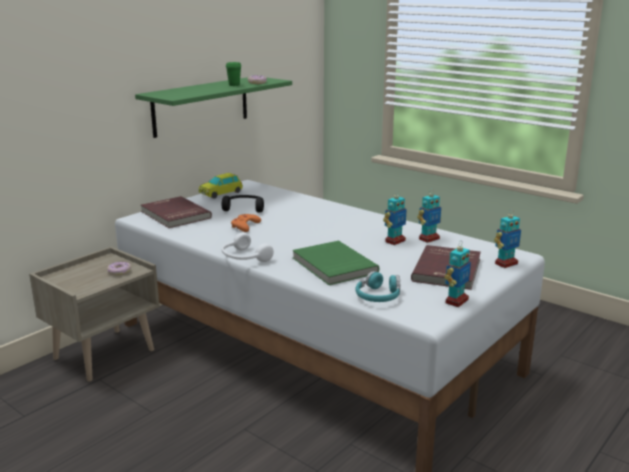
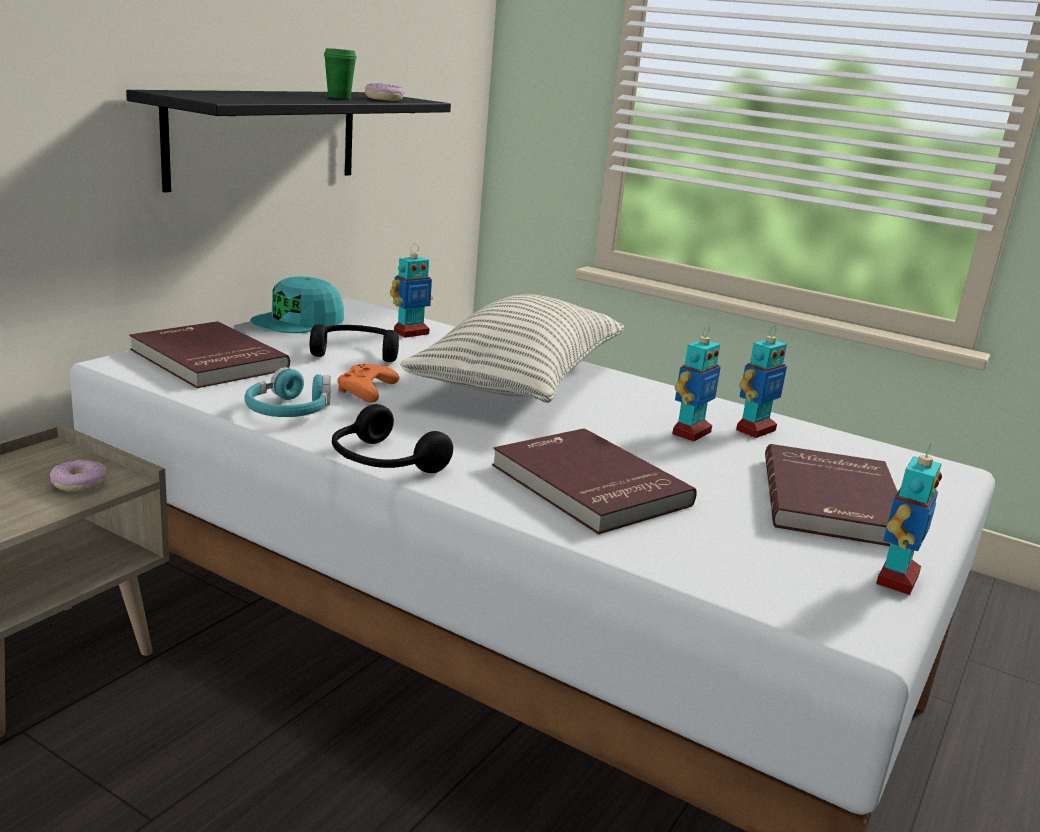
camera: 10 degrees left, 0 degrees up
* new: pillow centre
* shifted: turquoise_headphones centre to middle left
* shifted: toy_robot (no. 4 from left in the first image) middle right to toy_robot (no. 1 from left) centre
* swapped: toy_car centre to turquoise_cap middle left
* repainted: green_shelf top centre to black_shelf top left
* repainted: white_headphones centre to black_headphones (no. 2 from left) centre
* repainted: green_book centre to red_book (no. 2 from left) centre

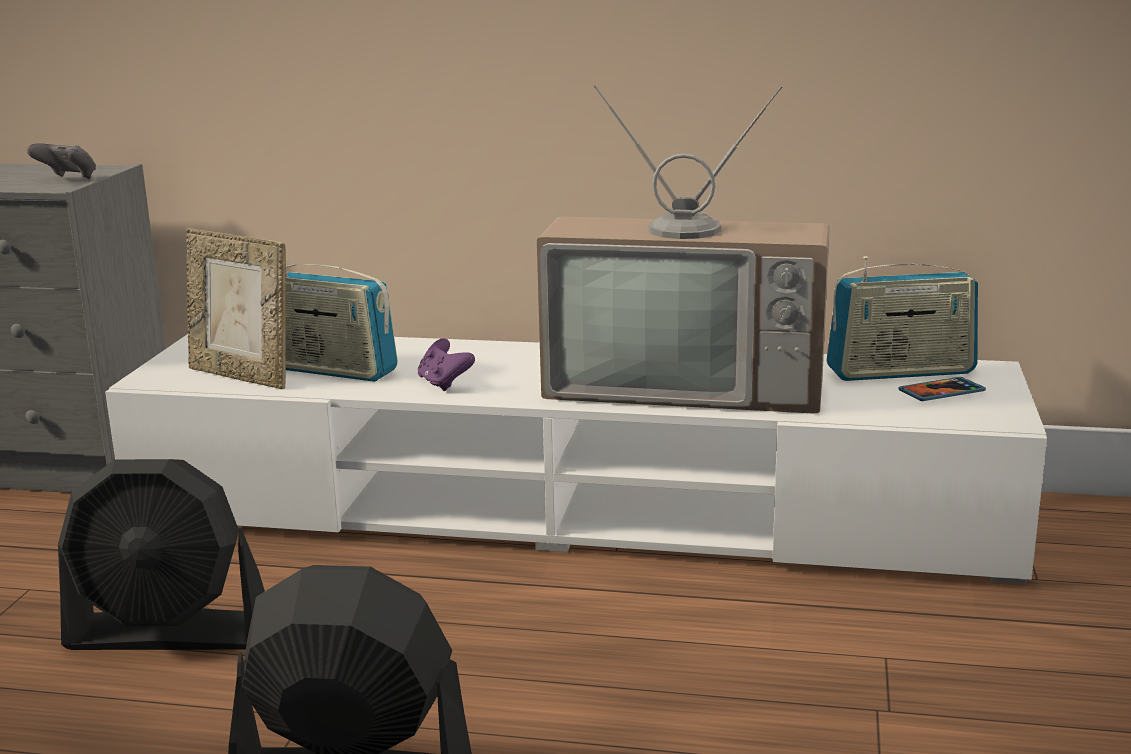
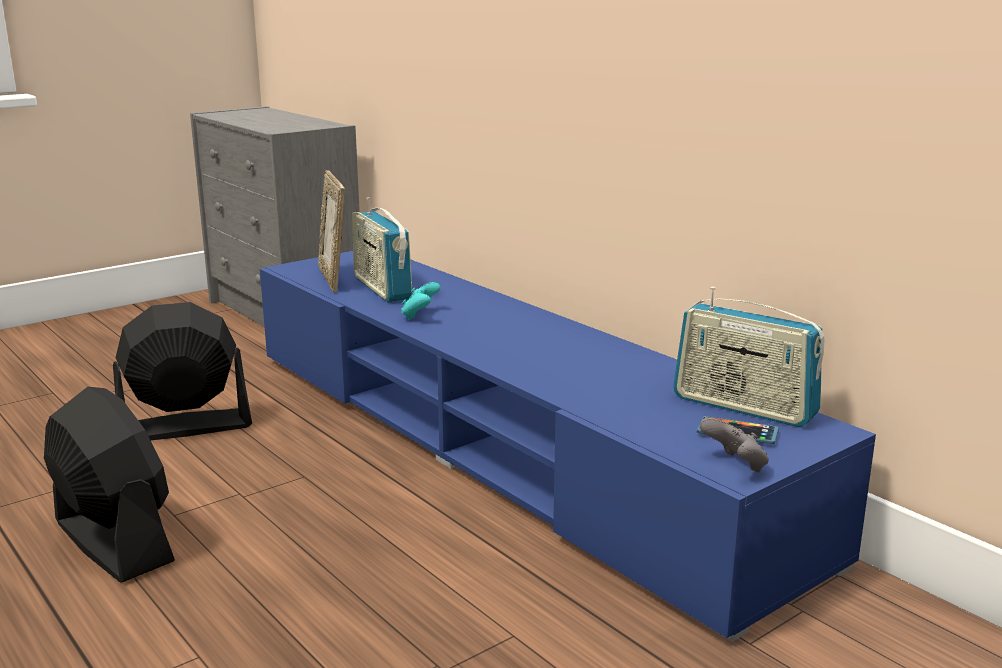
camera: 40 degrees right, 0 degrees up
* gone: television top centre
* shifted: grey_game_controller top left to middle right
* repainted: white_tv_stand centre to blue_tv_stand bottom centre
* repainted: purple_game_controller centre to turquoise_game_controller centre
* rotated: black_fan (no. 1 from left in the first image) bottom left = middle left 120 degrees clockwise

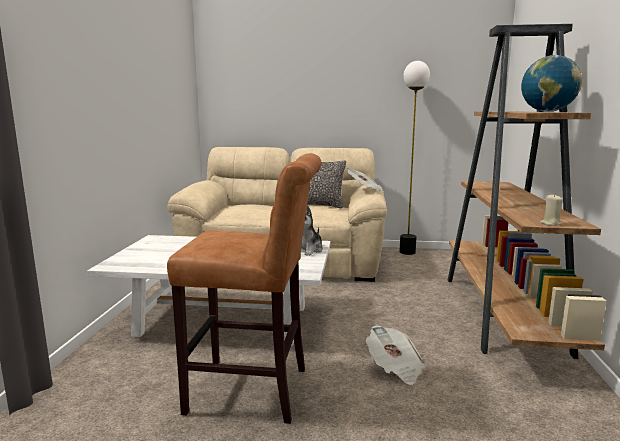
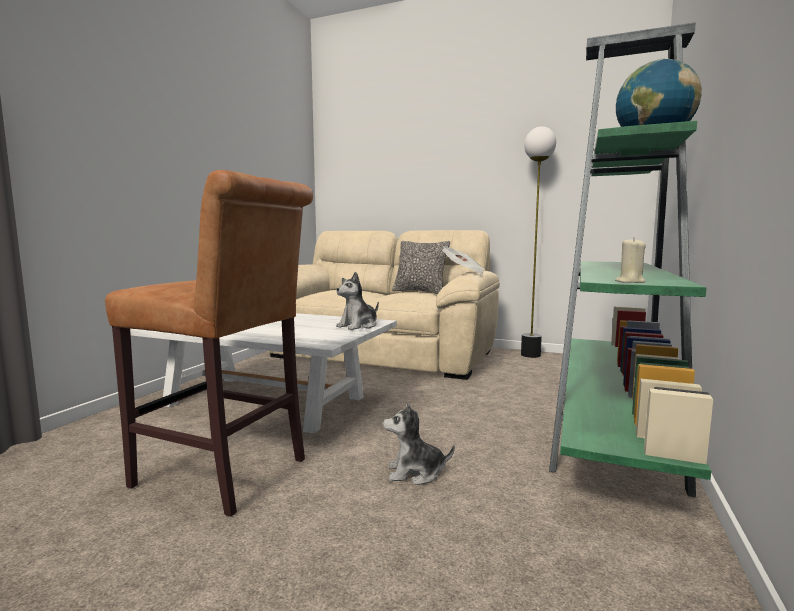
camera: 15 degrees right, 5 degrees down
* swapped: newspaper (no. 2 from left) bottom centre to plush_toy (no. 2 from left) bottom centre
* repainted: brown_bookcase middle right to green_bookcase middle right

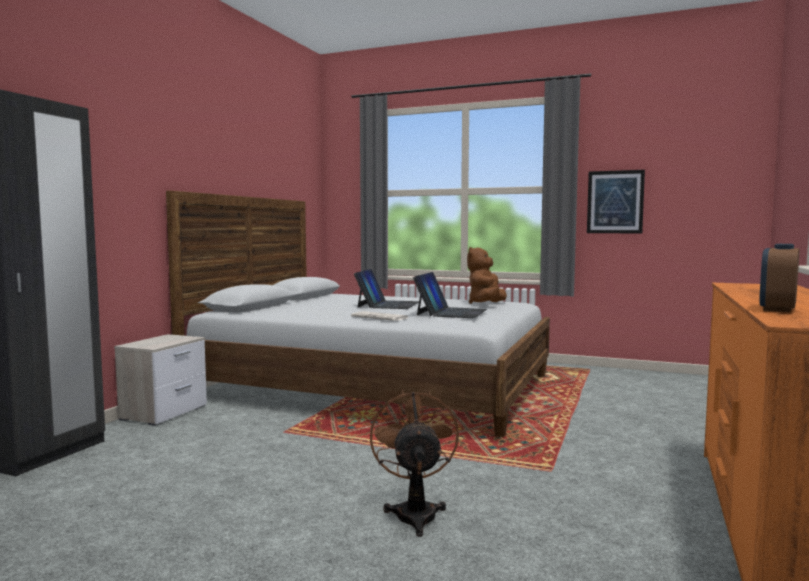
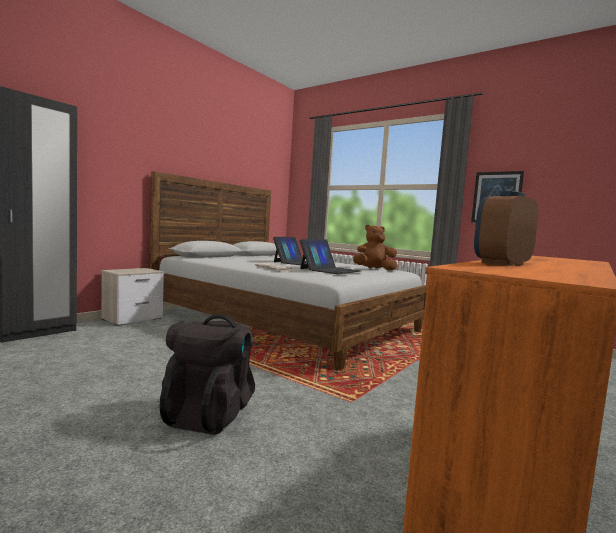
camera: 15 degrees right, 0 degrees up
* swapped: brown_fan bottom centre to black_backpack bottom centre
* rotated: brown_plush_toy centre = centre 45 degrees clockwise

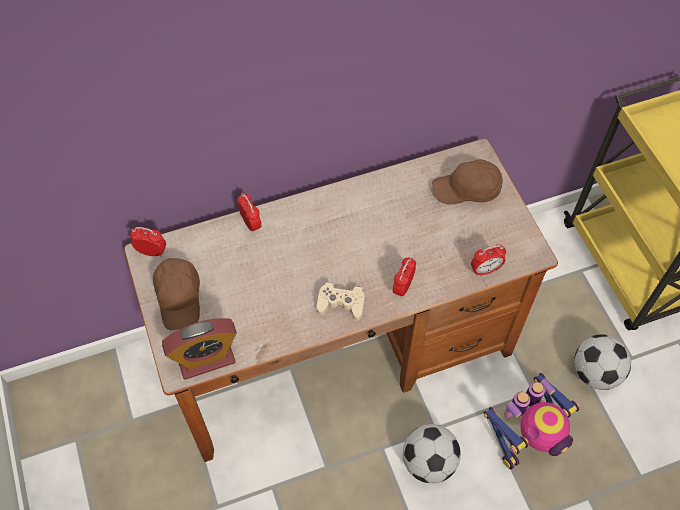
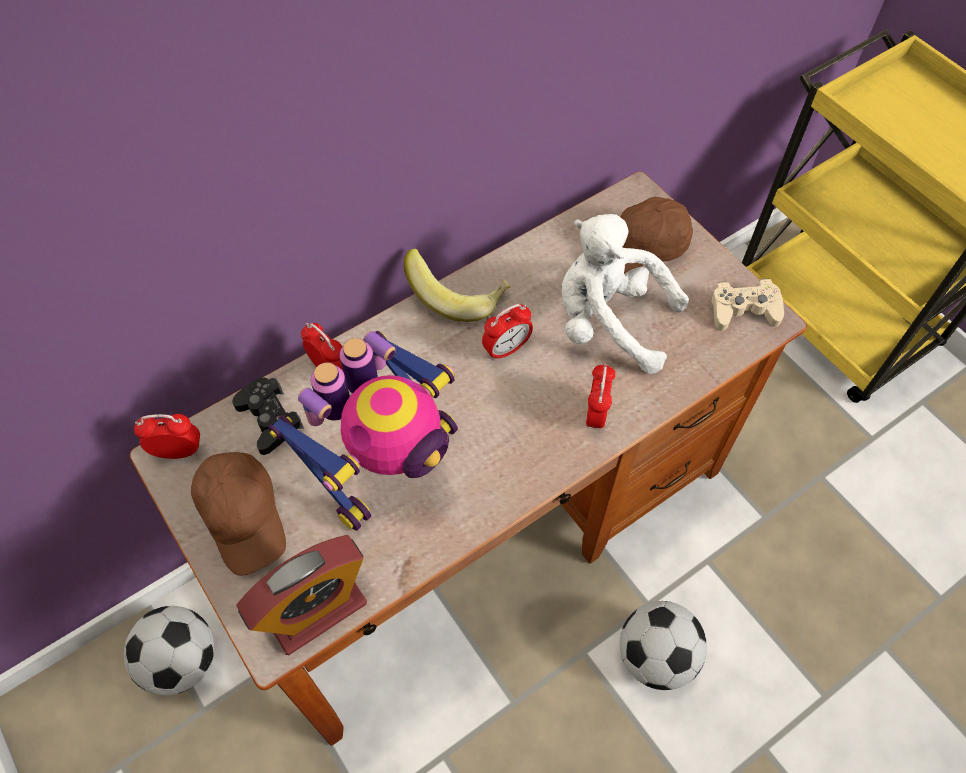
camera: 15 degrees left, 0 degrees up
* new: black_game_controller middle left
* new: banana centre
* new: white_plush_toy centre
* shifted: beige_game_controller centre to middle right
* shifted: alarm_clock (no. 5 from left in the first image) middle right to alarm_clock (no. 4 from left) centre
* shifted: toy_robot bottom right to centre
* shifted: football (no. 2 from left in the first image) bottom right to football (no. 1 from left) bottom left

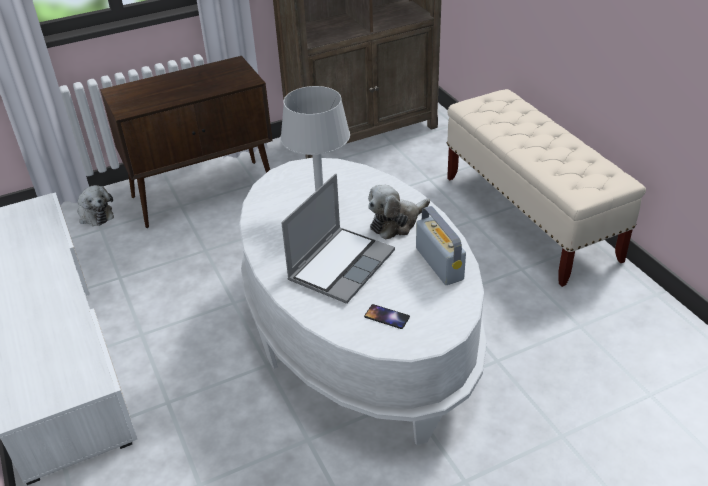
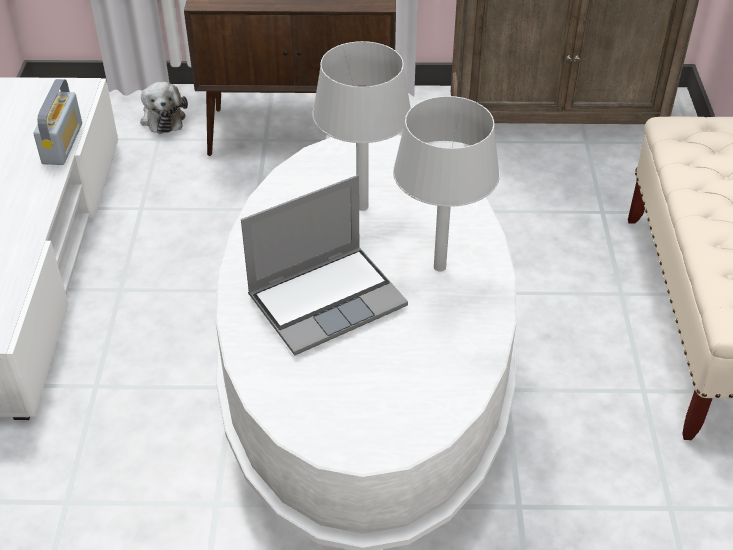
camera: 25 degrees right, 5 degrees up
* gone: phone centre
* shifted: radio centre to top left
* swapped: plush_toy (no. 2 from left) centre to grey_table_lamp (no. 2 from left) centre

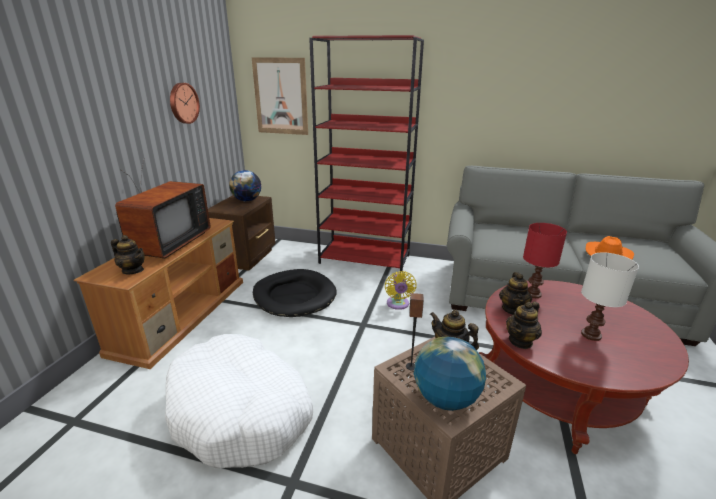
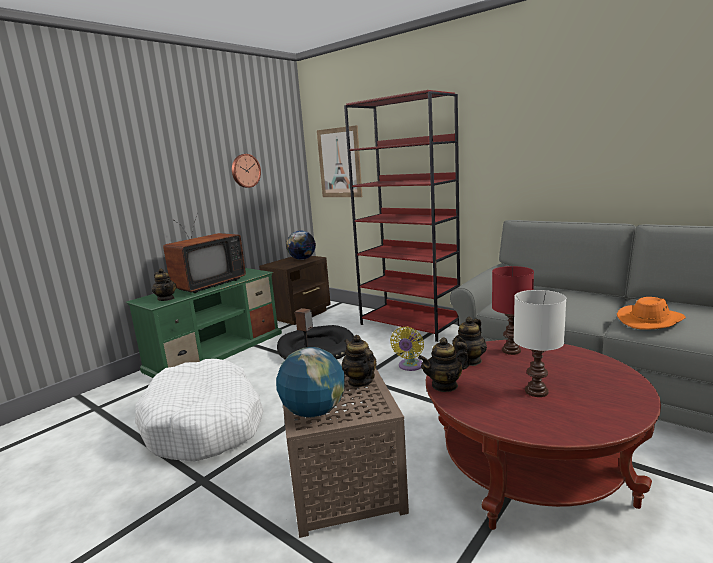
camera: 25 degrees right, 10 degrees down
* repainted: brown_tv_stand middle left to green_tv_stand middle left

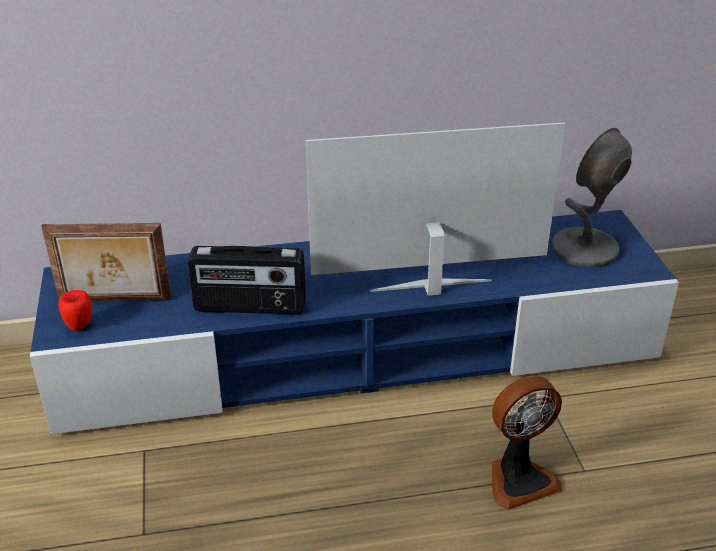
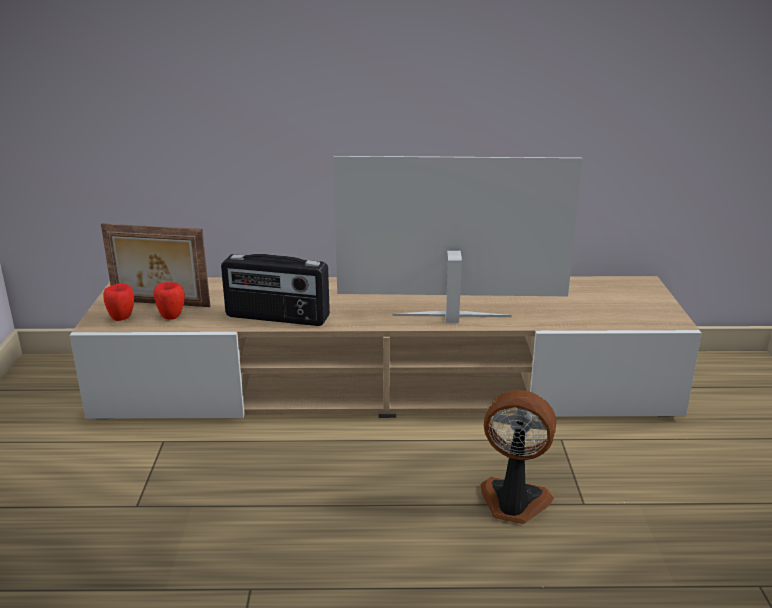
camera: 10 degrees right, 10 degrees down
* gone: grey_table_lamp middle right
* new: apple (no. 2 from left) middle left
* repainted: blue_tv_stand centre to beige_tv_stand centre
* rotated: fan bottom right = bottom right 150 degrees counterclockwise

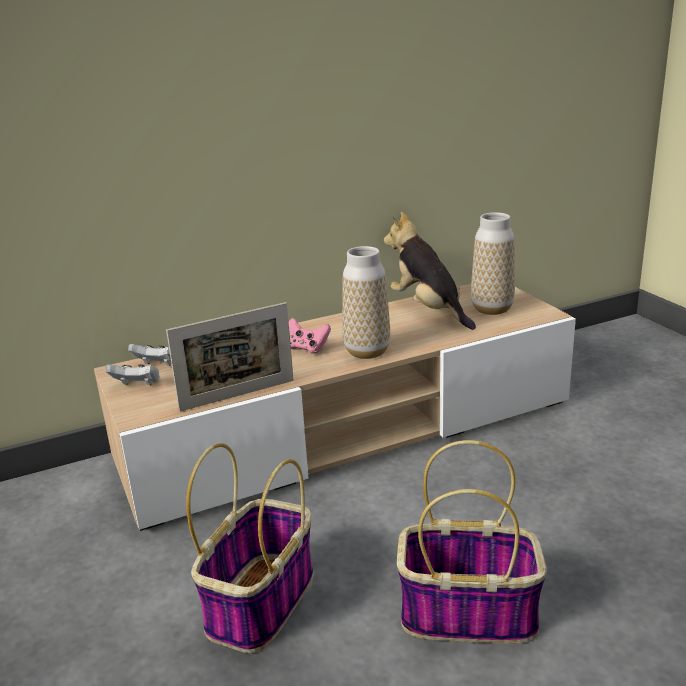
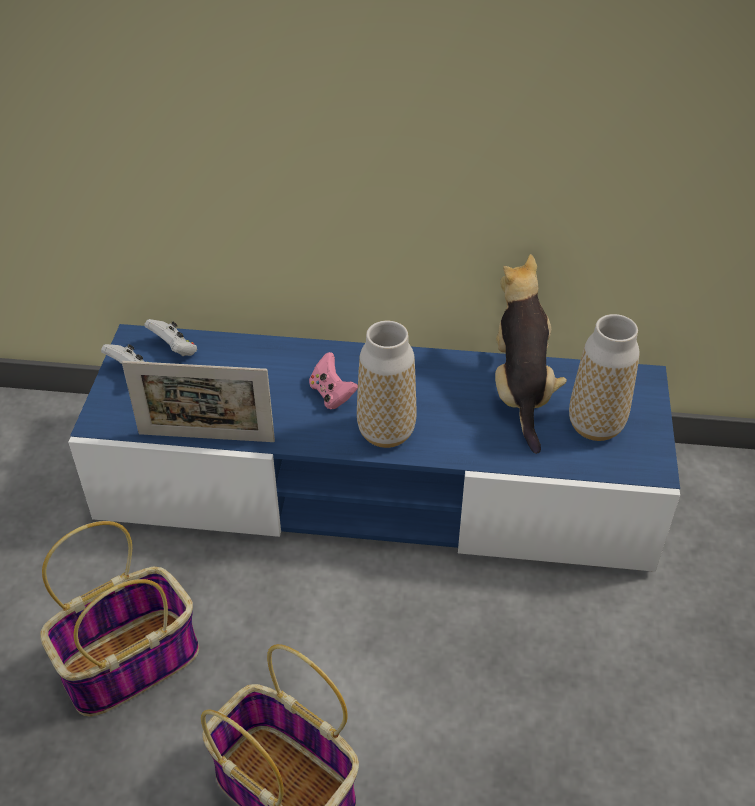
camera: 30 degrees right, 20 degrees up
* repainted: beige_tv_stand centre to blue_tv_stand centre

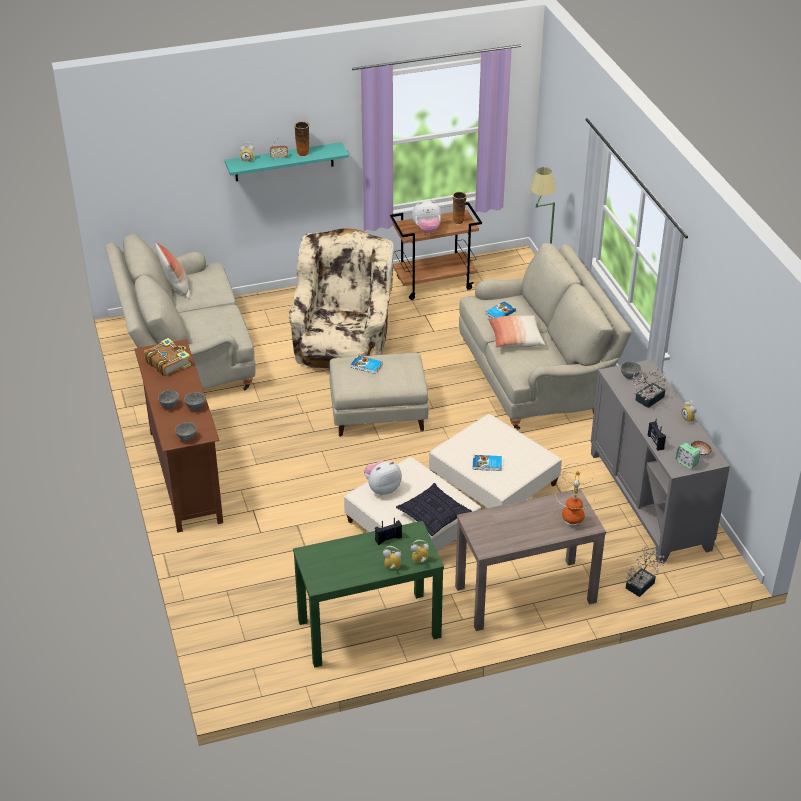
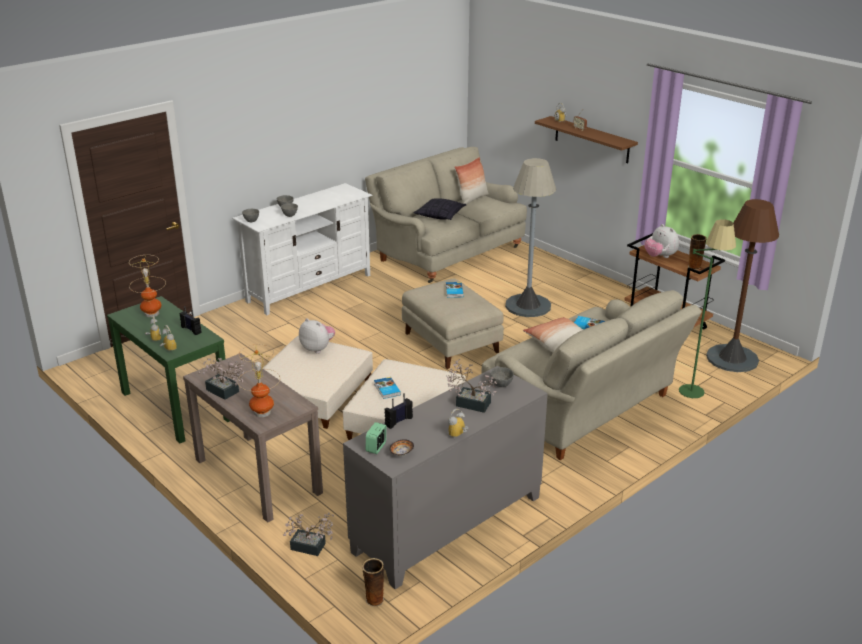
camera: 65 degrees right, 10 degrees down
* gone: book (no. 1 from left) middle left
* new: table_lamp (no. 1 from left) middle left
* new: potted_plant (no. 1 from left) middle left
* new: brown_floor_lamp middle right
* shifted: vase (no. 1 from left) top centre to bottom centre
* shifted: pillow (no. 2 from left in the first image) centre to pillow (no. 1 from left) top centre
* swapped: beige_armchair centre to grey_floor_lamp centre
* repainted: brown_tv_stand middle left to white_tv_stand centre
* repainted: turquoise_shelf top centre to brown_shelf top right

